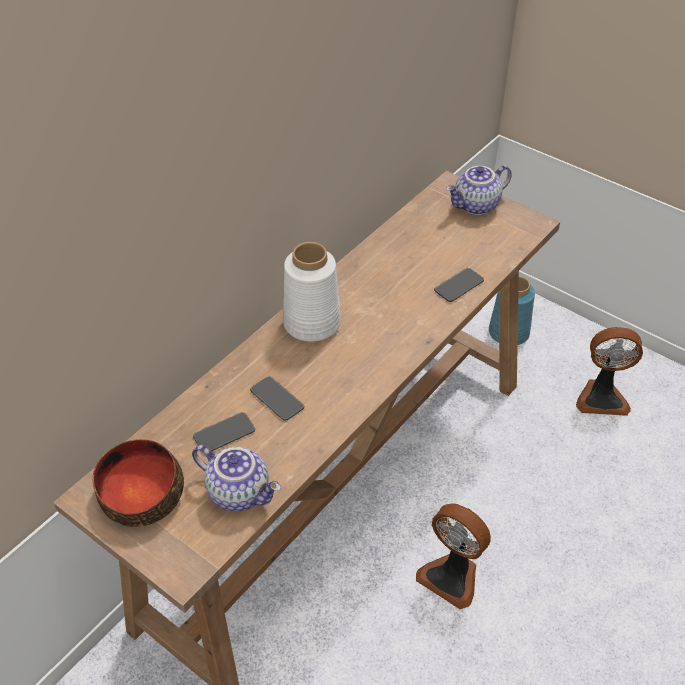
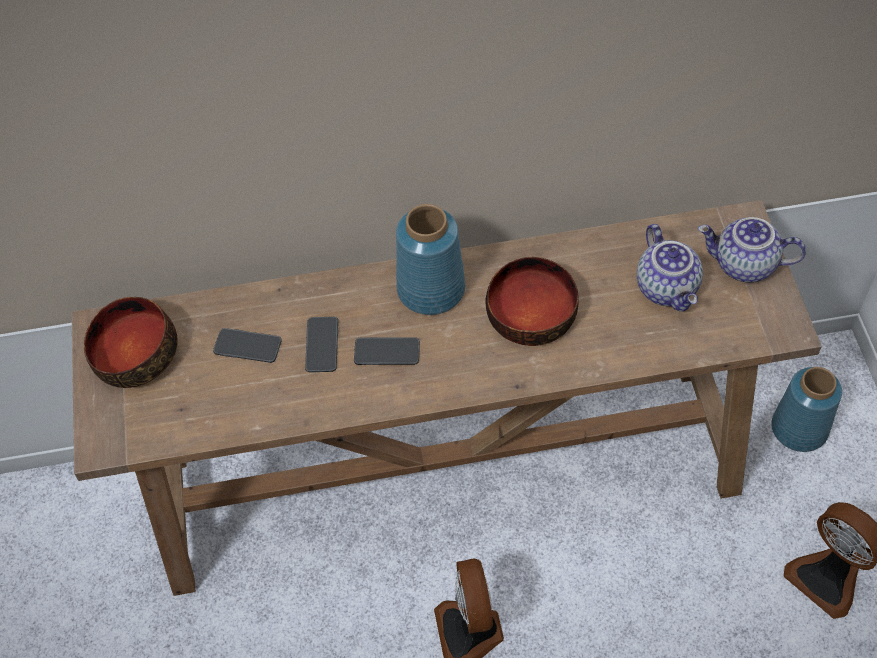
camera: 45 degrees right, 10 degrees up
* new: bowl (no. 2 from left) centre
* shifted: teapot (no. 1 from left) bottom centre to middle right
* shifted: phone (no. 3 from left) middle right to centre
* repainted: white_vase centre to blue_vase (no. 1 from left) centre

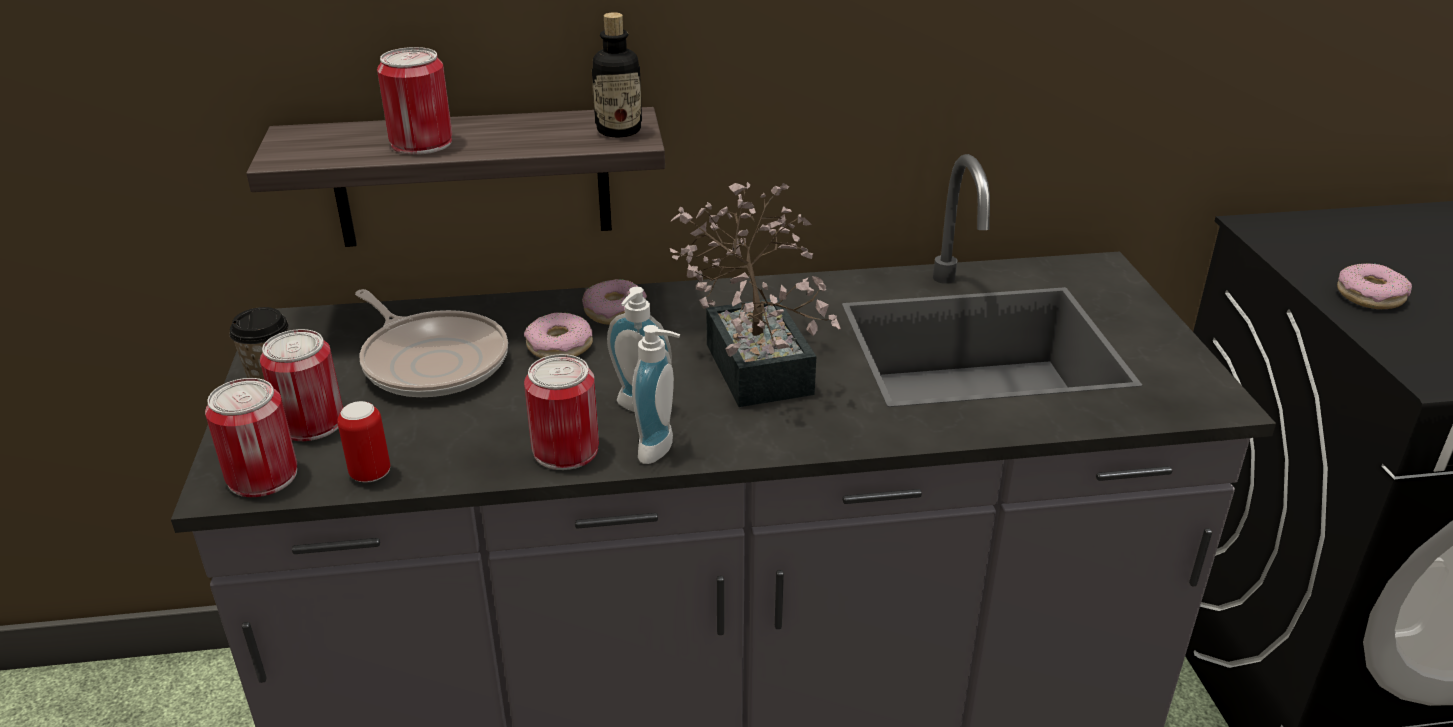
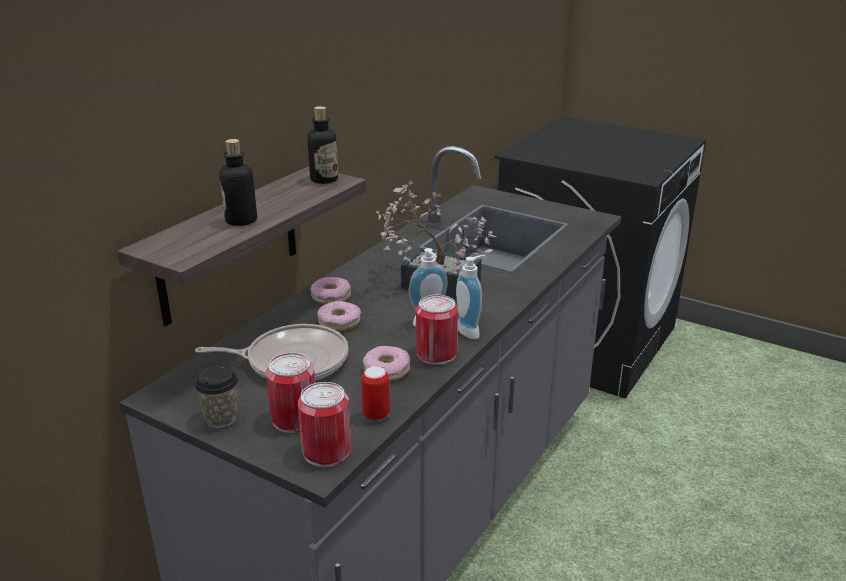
camera: 50 degrees left, 5 degrees down
* shifted: donut (no. 3 from left) middle right to centre
* swapped: can (no. 4 from left) top left to bottle (no. 1 from left) top left

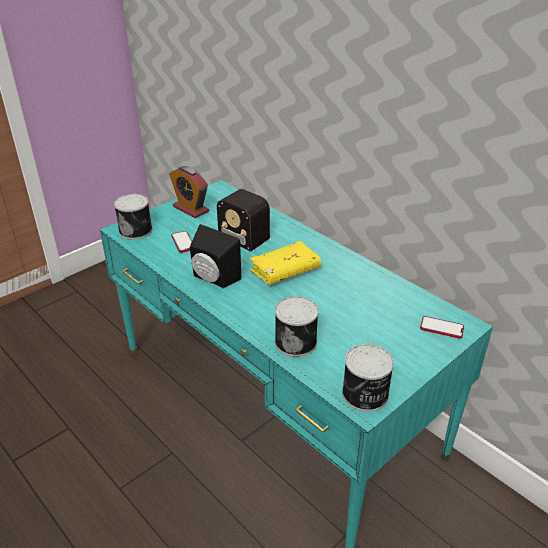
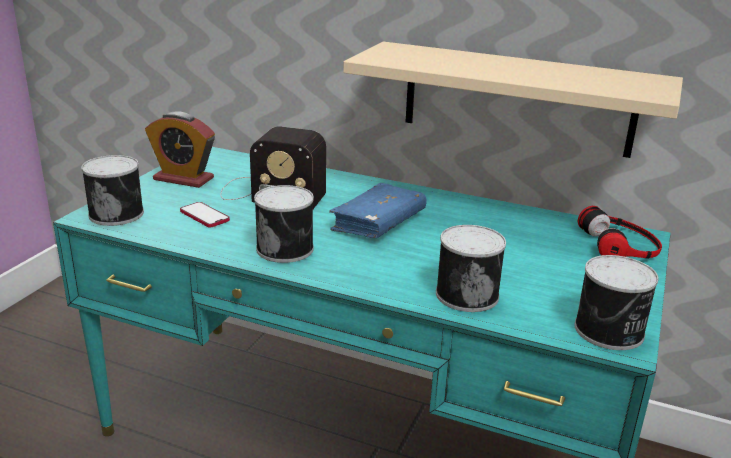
camera: 25 degrees left, 10 degrees down
* new: beige_shelf top right
* swapped: black_speaker centre to can (no. 2 from left) centre
* swapped: phone (no. 2 from left) middle right to headphones middle right
* repainted: yellow_book centre to blue_book centre

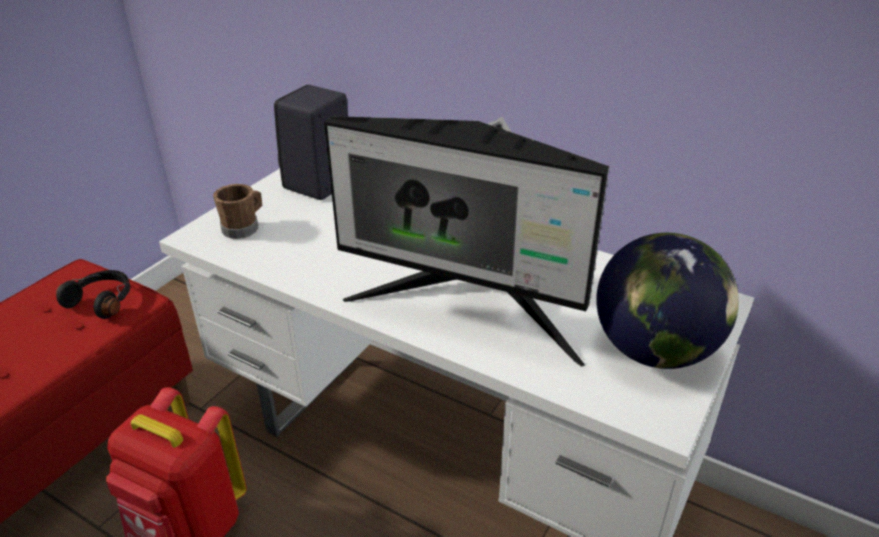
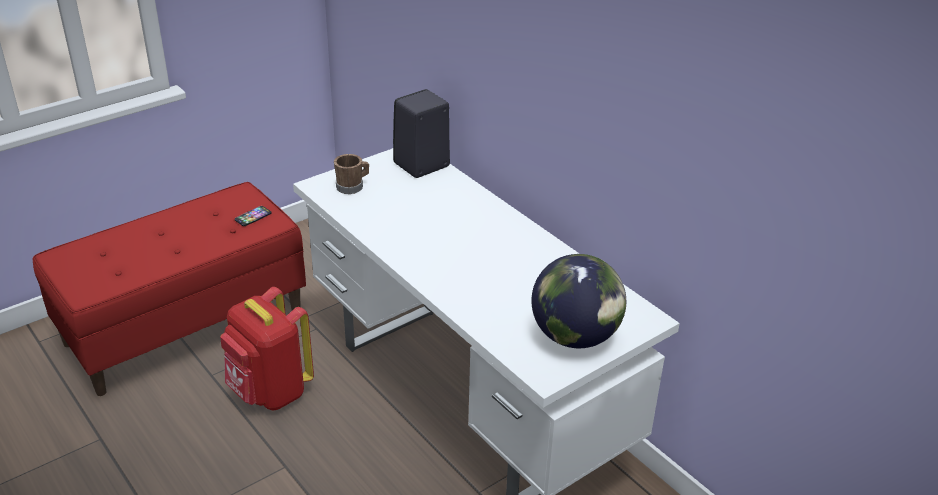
camera: 20 degrees right, 0 degrees up
* gone: monitor centre
* swapped: black_headphones middle left to phone middle left

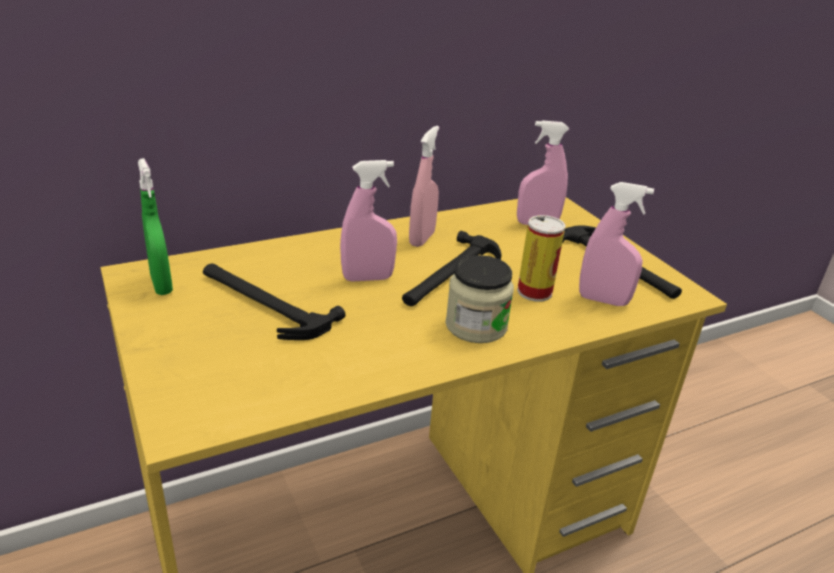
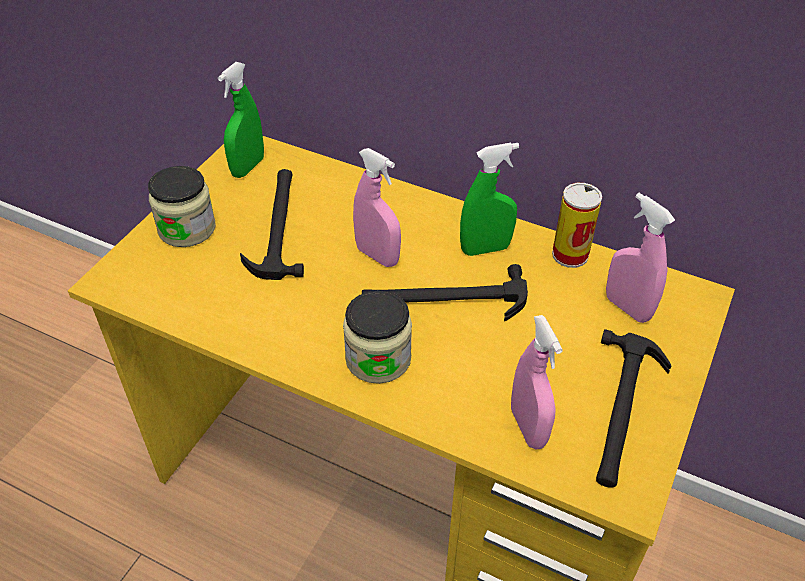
camera: 55 degrees right, 15 degrees up
* new: jar (no. 1 from left) middle left
* shifted: can centre to middle right
* repainted: pink_spray_bottle (no. 2 from left) top centre to green_spray_bottle (no. 2 from left) centre

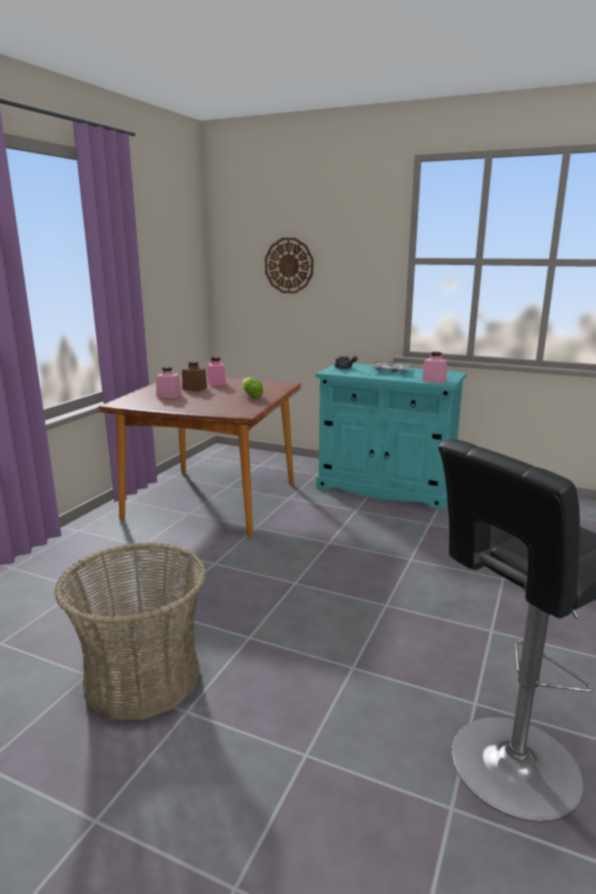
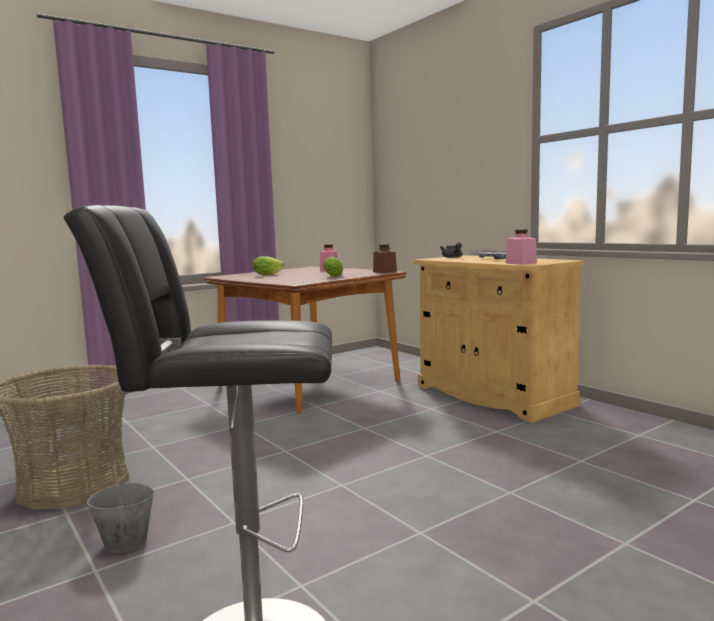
camera: 30 degrees right, 10 degrees down
* gone: wall_clock top centre
* new: grey_bucket bottom left
* shifted: brown_jar middle left to centre
* swapped: pink_jar (no. 1 from left) middle left to lettuce (no. 1 from left) centre
* repainted: turquoise_cabinet centre to beige_cabinet middle right

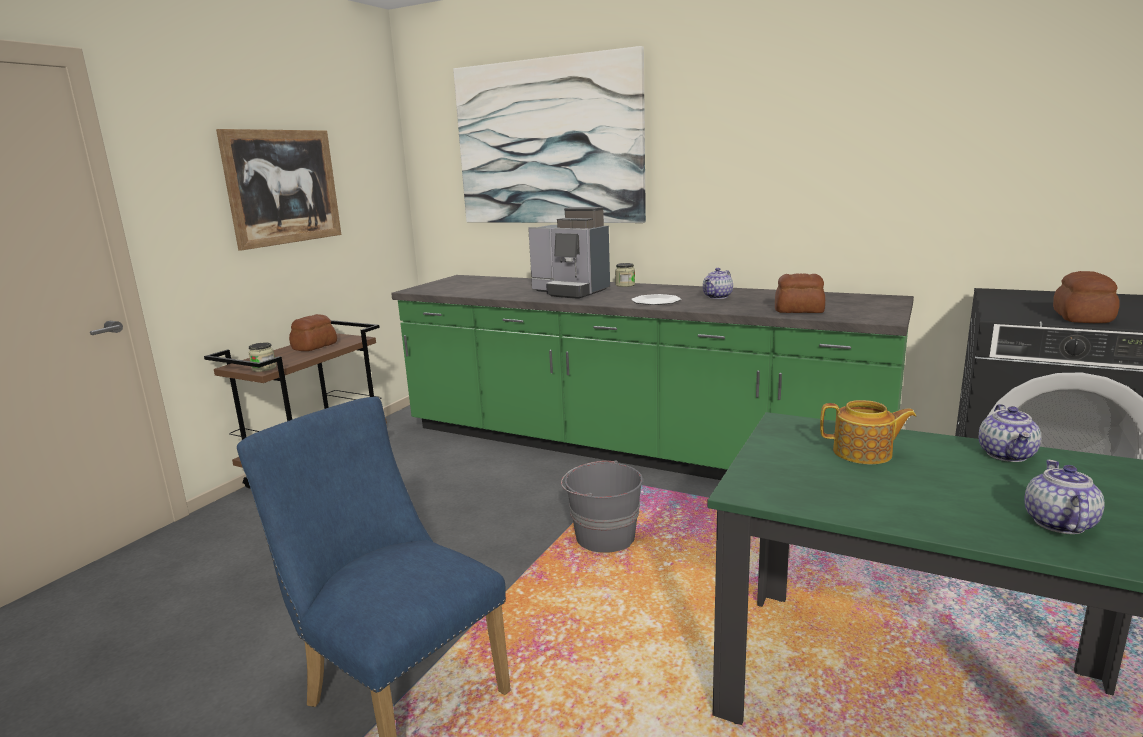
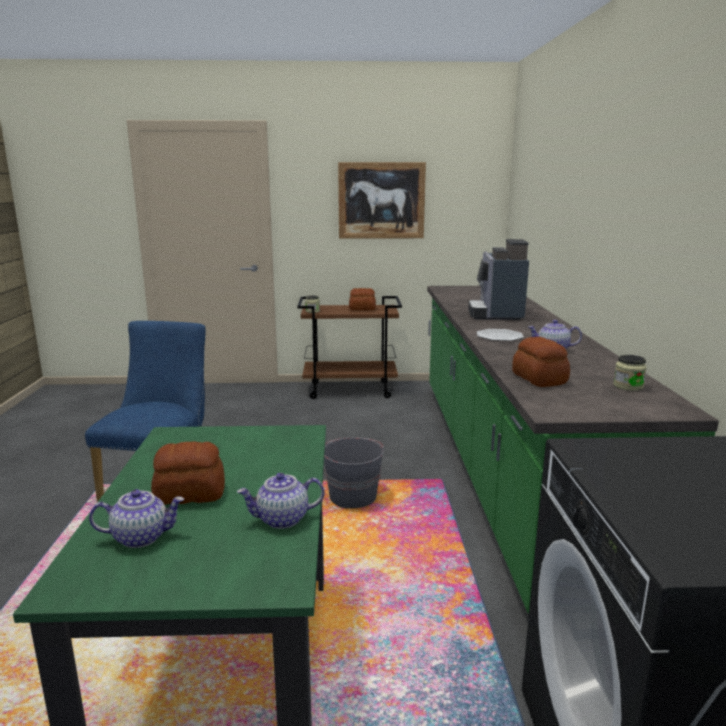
camera: 60 degrees right, 0 degrees up
* gone: picture (no. 2 from left) top centre
* gone: teapot (no. 2 from left) middle right
* shifted: jar (no. 2 from left) centre to middle right
* shifted: bread (no. 3 from left in the first image) middle right to bread (no. 1 from left) middle left

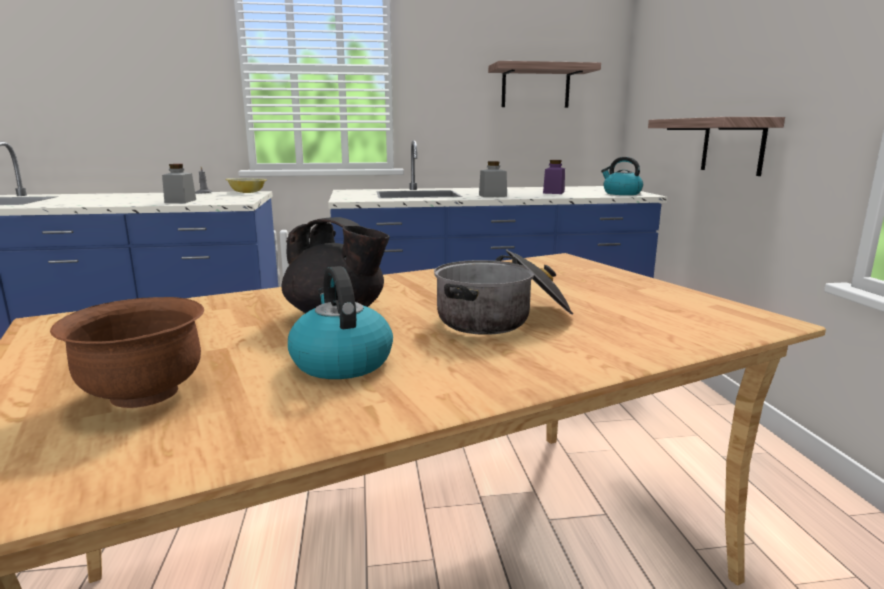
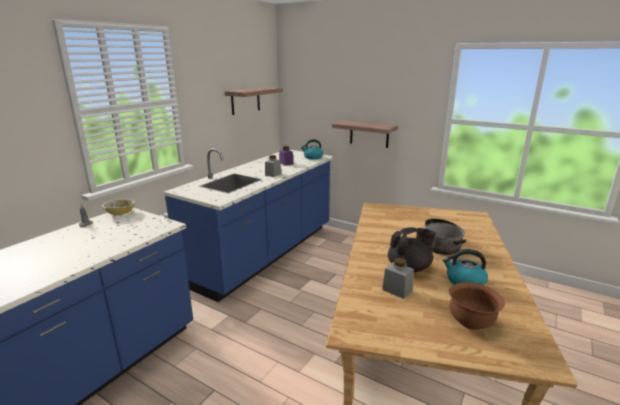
camera: 50 degrees left, 5 degrees up
* shifted: grey_jar (no. 1 from left in the first image) top left to grey_jar (no. 2 from left) bottom centre

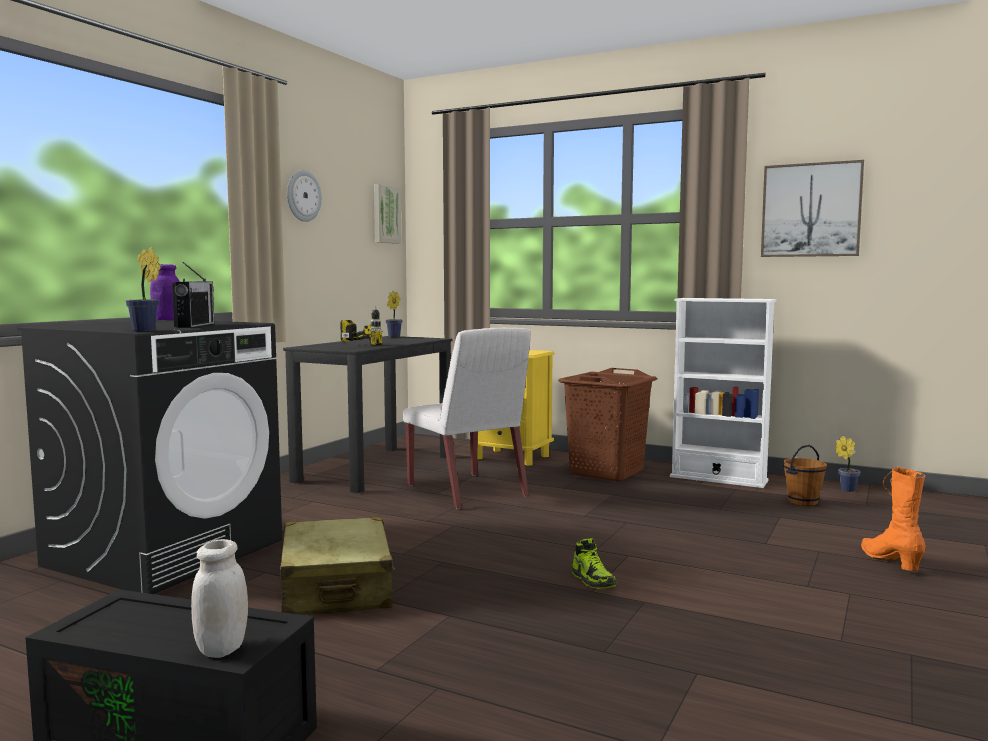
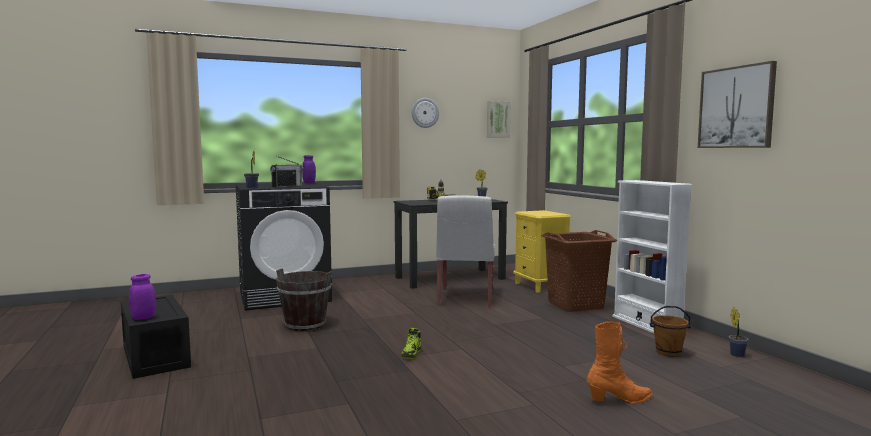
camera: 40 degrees right, 0 degrees up
* swapped: beige_suitcase bottom centre to brown_bucket (no. 1 from left) bottom centre
* repainted: white_jar bottom left to purple_jar (no. 1 from left) bottom left
* rotated: orange_boot bottom right = bottom right 45 degrees clockwise

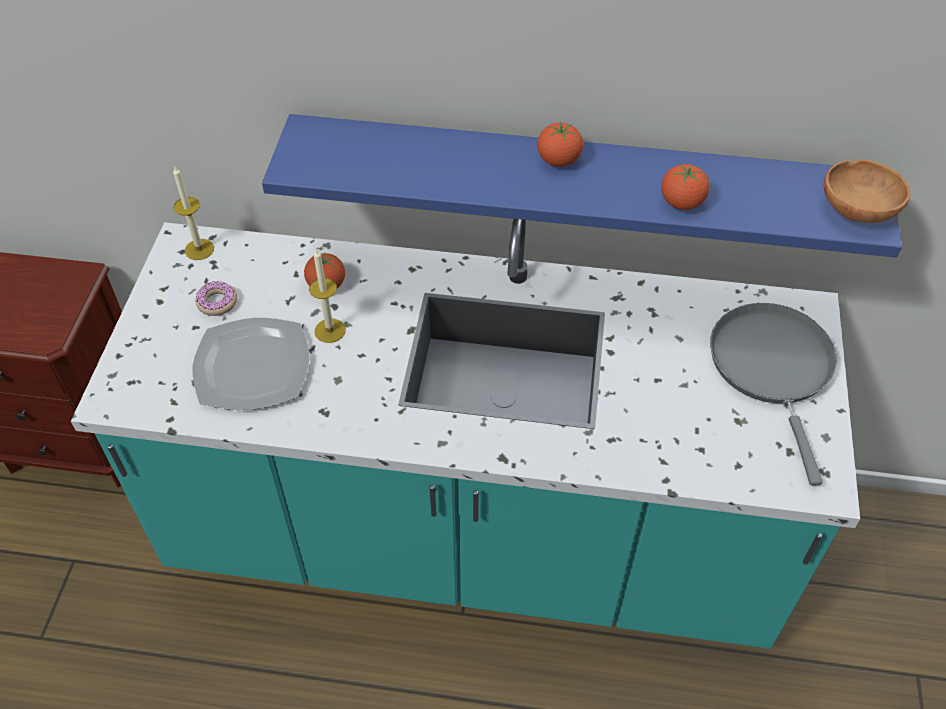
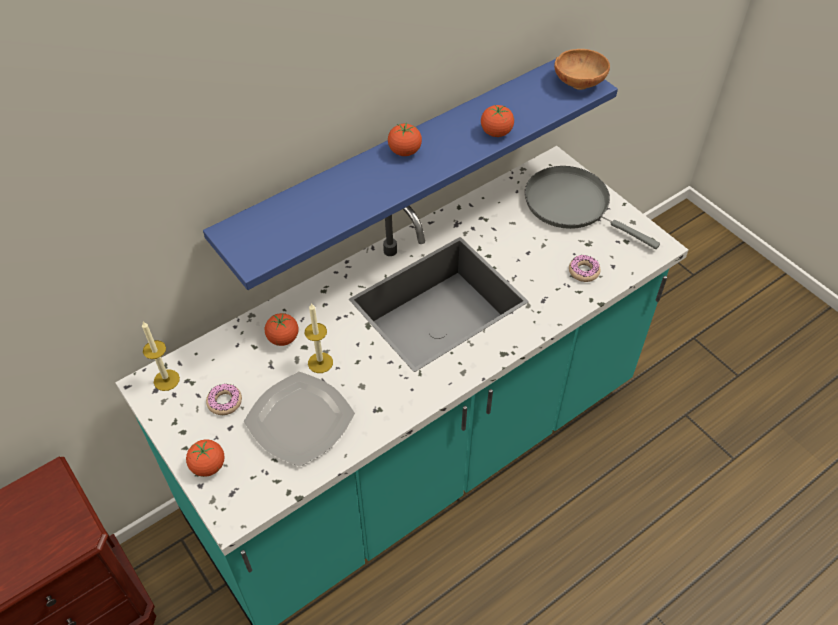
camera: 45 degrees left, 0 degrees up
* new: tomato (no. 1 from left) bottom left
* new: donut (no. 2 from left) middle right

